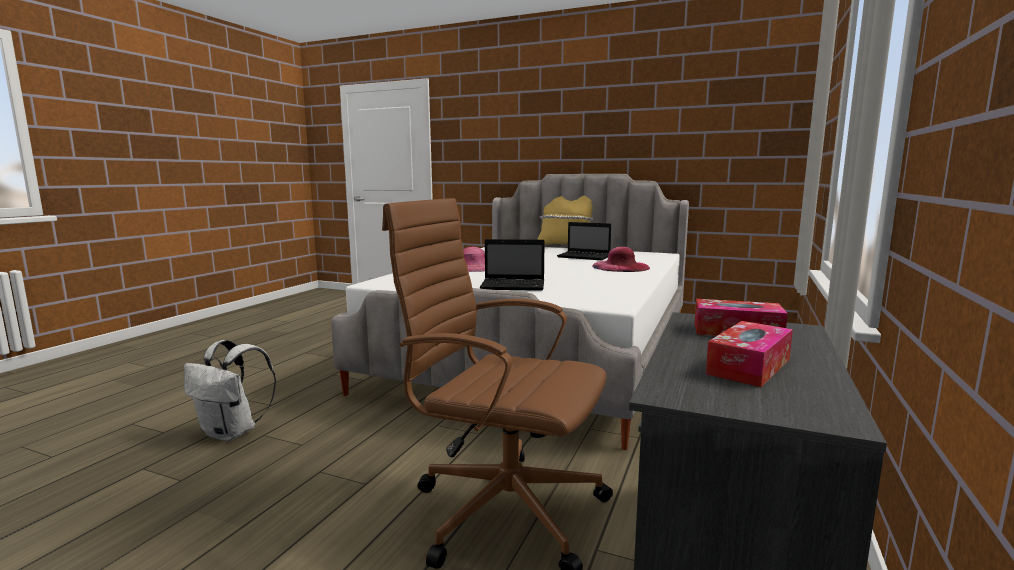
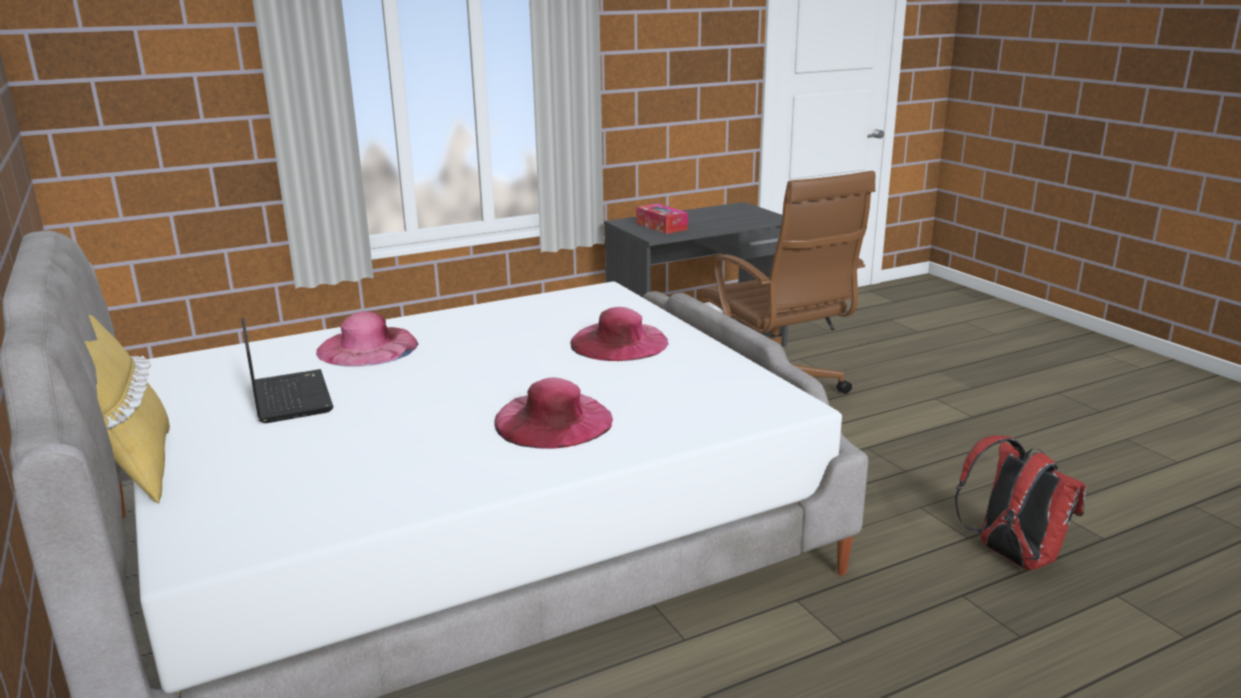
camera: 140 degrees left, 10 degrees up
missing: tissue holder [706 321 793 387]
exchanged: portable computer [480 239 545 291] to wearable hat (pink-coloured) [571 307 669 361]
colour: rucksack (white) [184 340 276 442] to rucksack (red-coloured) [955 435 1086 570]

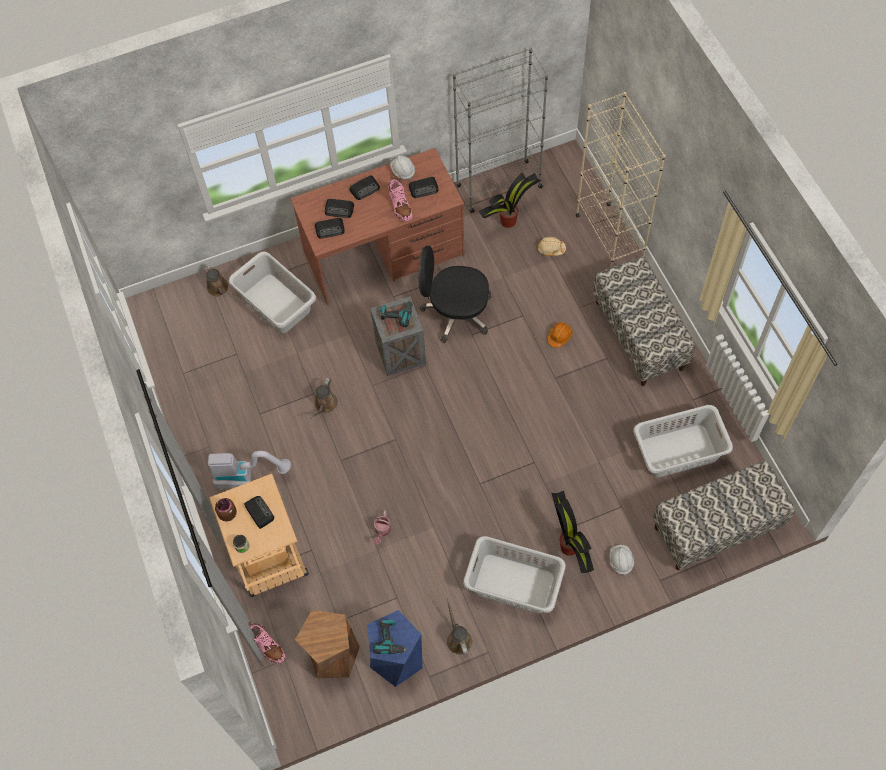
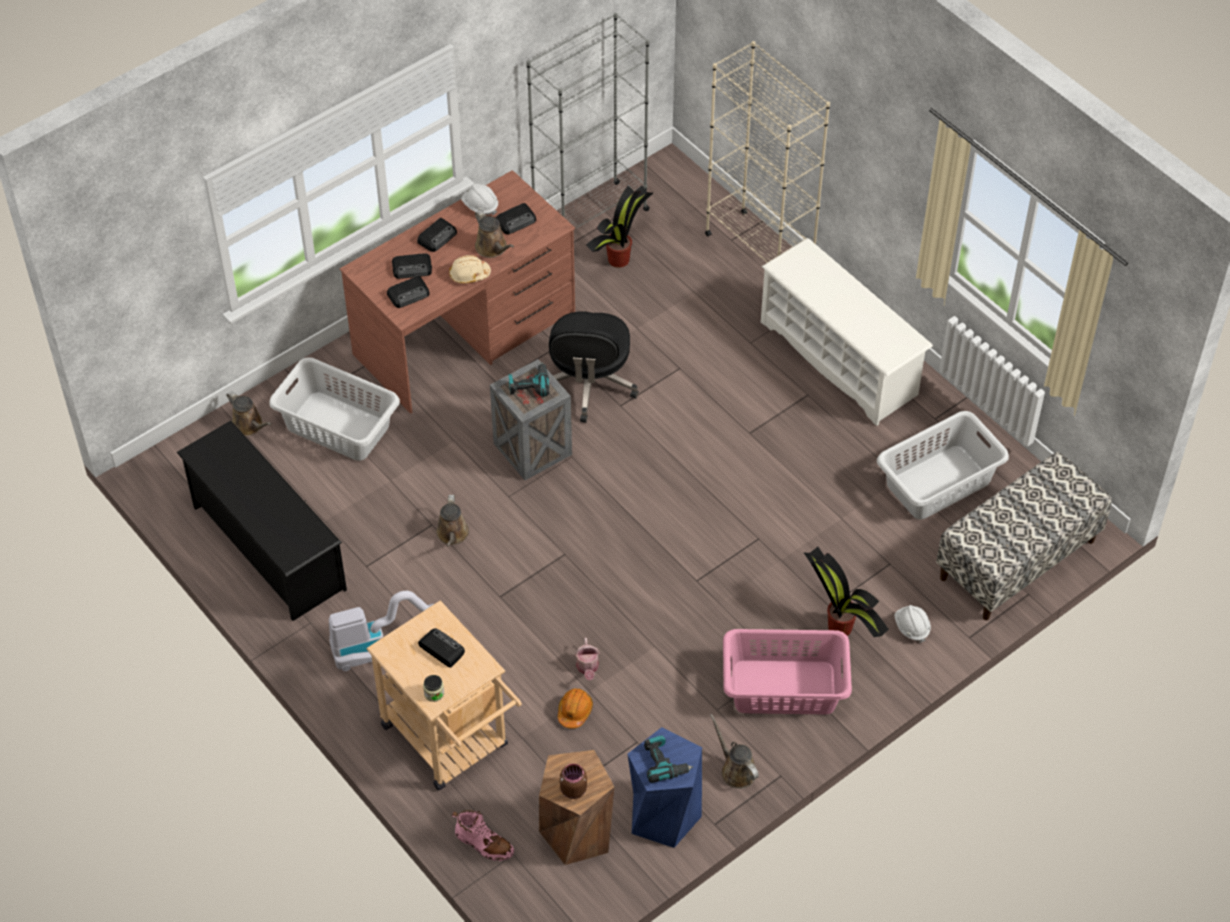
camera: 20 degrees left, 10 degrees down
appeared: shoe stand (black-coloured) [177 420 347 621]
relocated: storage jar (brown-coloured) [215 498 237 521] to [560 764 587 799]; hard hat (beige) [538 237 566 256] to [449 255 491 284]; hard hat (orange) [547 322 573 348] to [558 688 593 729]
exchanged: high-top boot (pink-coloured) [388 176 413 221] to sprinkling can (brown-coloured) [475 210 514 258]; indoor bench [593 257 695 386] to shoe stand (white) [761 238 933 426]
colour: hamper (greyish) [463 536 566 614] to hamper (pink-coloured) [723 629 852 714]
spun: office chair (black-coloured) [418 246 491 343] = [549 312 639 423] 75 degrees counterclockwise

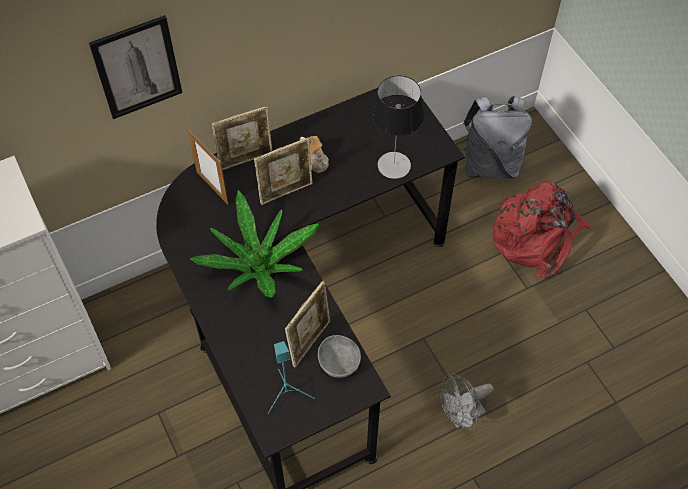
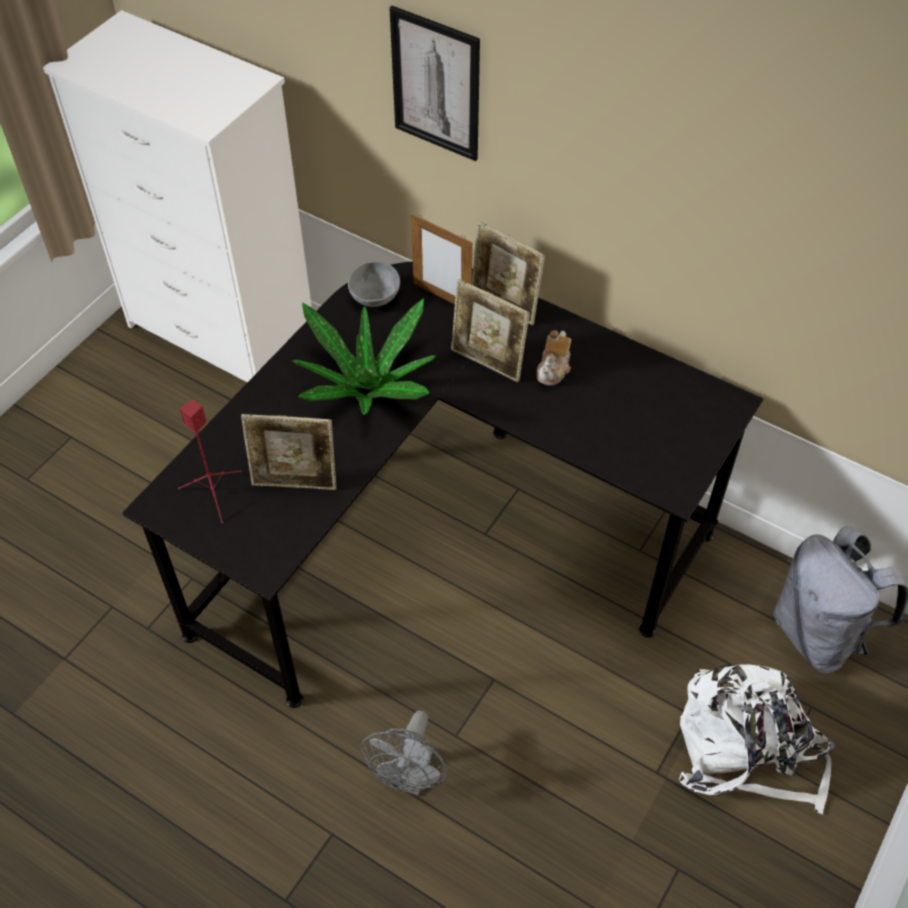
camera: 60 degrees right, 5 degrees down
missing: lamp for a table [371 76 424 179]
relocated: bowl (greyish) [318 335 361 378] to [348 262 400 307]
colour: audio speaker (blue-green) [268 341 315 414] to audio speaker (red-coloured) [178 400 242 524]; rucksack (red-coloured) [493 181 592 280] to rucksack (white) [679 664 835 814]
spun: photo frame [187 129 229 205] = [411 214 472 304] 75 degrees counterclockwise; cooling fan (greyish) [440 373 494 430] = [361 710 447 796] 105 degrees counterclockwise

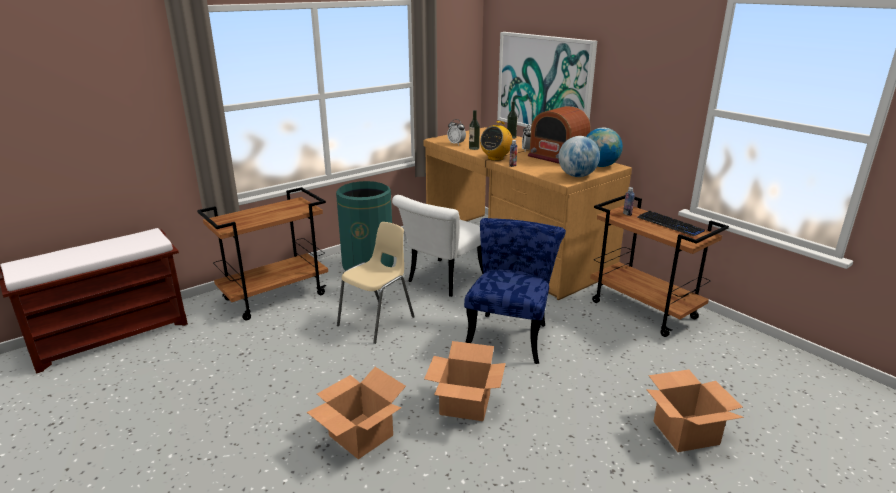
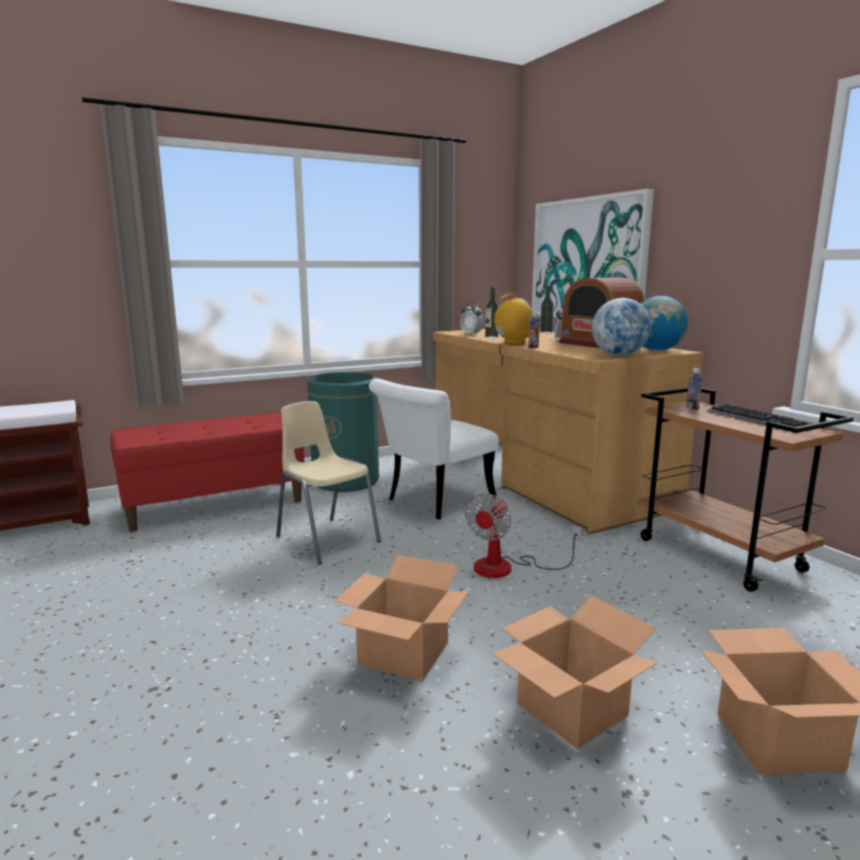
camera: 10 degrees right, 10 degrees down
relocated: carton [307 367 406 459] to [492 596 658 750]
exchanged: wheeled cart (brown-coloured) [197 187 328 321] to indoor bench (red-coloured) [110 412 304 532]; plain chair (blue) [464 218 566 364] to cooling fan [465 493 582 578]
spun: plain chair (beige) [337 222 415 344] = [276 401 381 565] 90 degrees counterclockwise; radio [480 121 513 161] = [494 293 534 345] 150 degrees counterclockwise

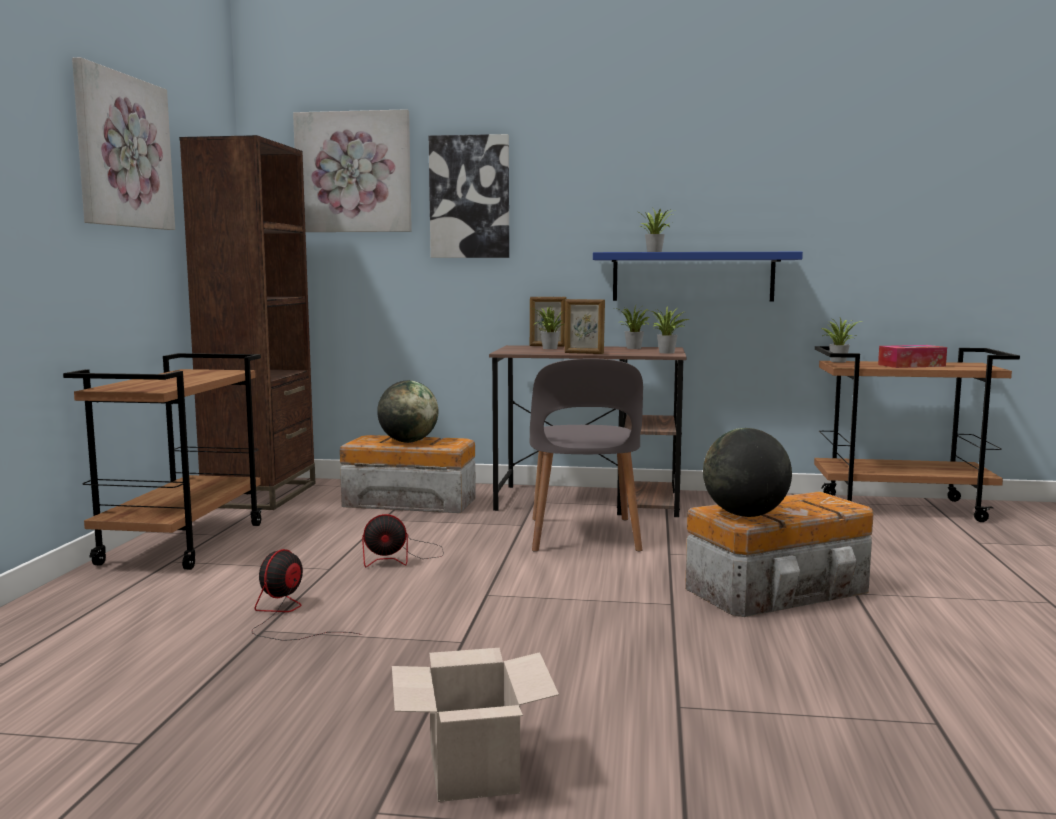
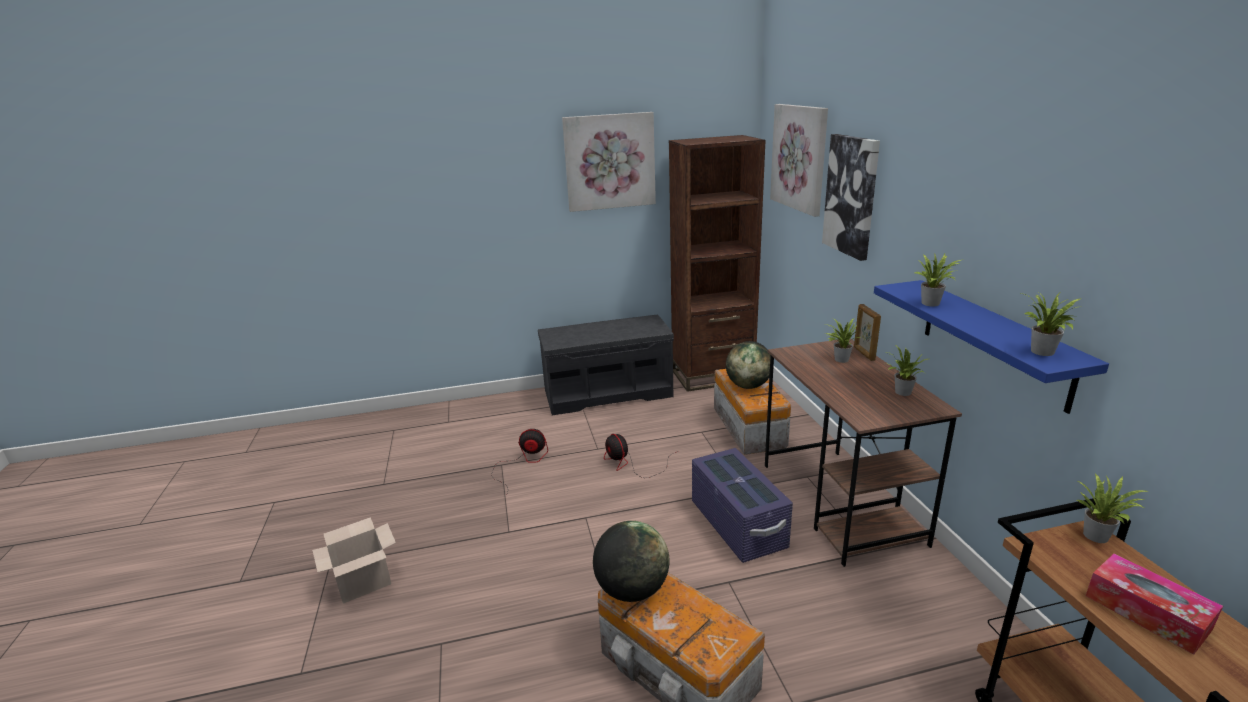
camera: 70 degrees right, 15 degrees up
missing: photo frame [565 299 605 354]
relocated: plant in a pot [652 306 689 353] to [1021 293 1082 356]
exchanged: wheeled cart (brown-coloured) [63 353 263 570] to indoor bench (greyish) [538 315 674 416]; plain chair (greyish) [529 358 643 552] to storage box (purplish) [692 448 793 563]

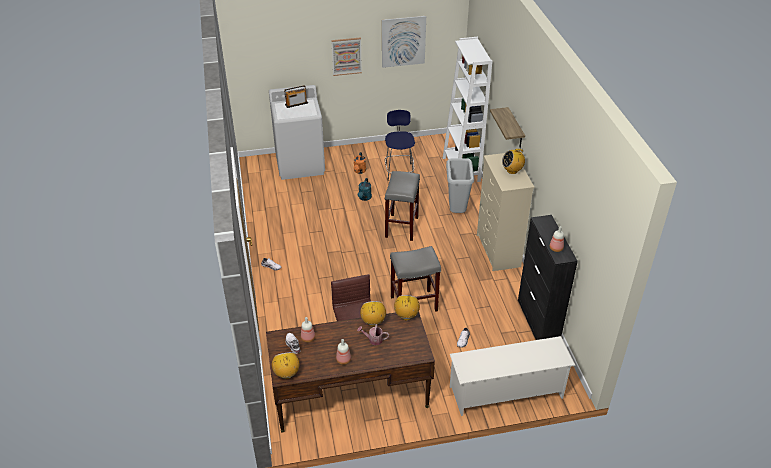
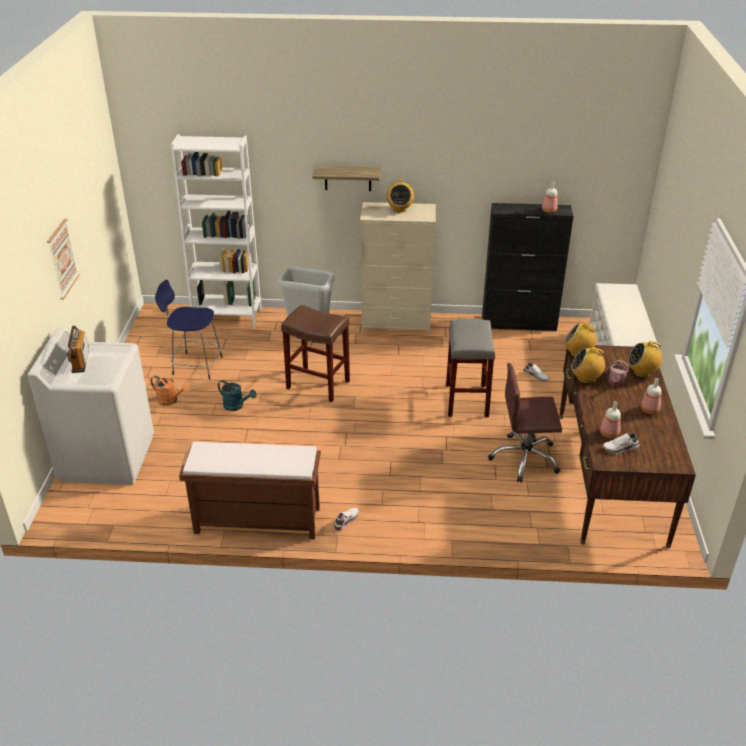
camera: 75 degrees left, 5 degrees down
missing: wall art [382 16 426 68]
appeared: indoor bench (brown-coloured) [179 441 321 539]
relocated: radio [272 352 299 379] to [628 341 662 377]
colour: stool (greyish) [385 171 420 241] to stool (brown-coloured) [281 305 350 402]

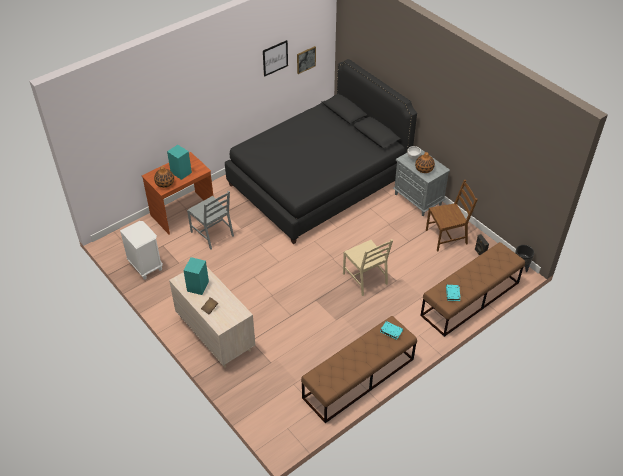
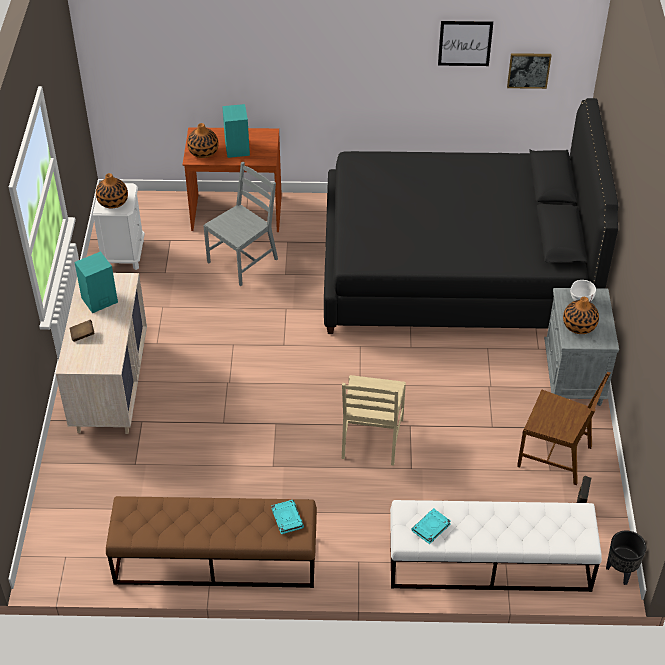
camera: 40 degrees right, 0 degrees up
appeared: decorative vase [96 173 128 208]
colour: indoor bench (brown-coloured) [420 242 525 337] to indoor bench (white) [390 500 602 592]
spun: plain chair (greyish) [187 191 234 250] = [203 162 278 286] 135 degrees counterclockwise

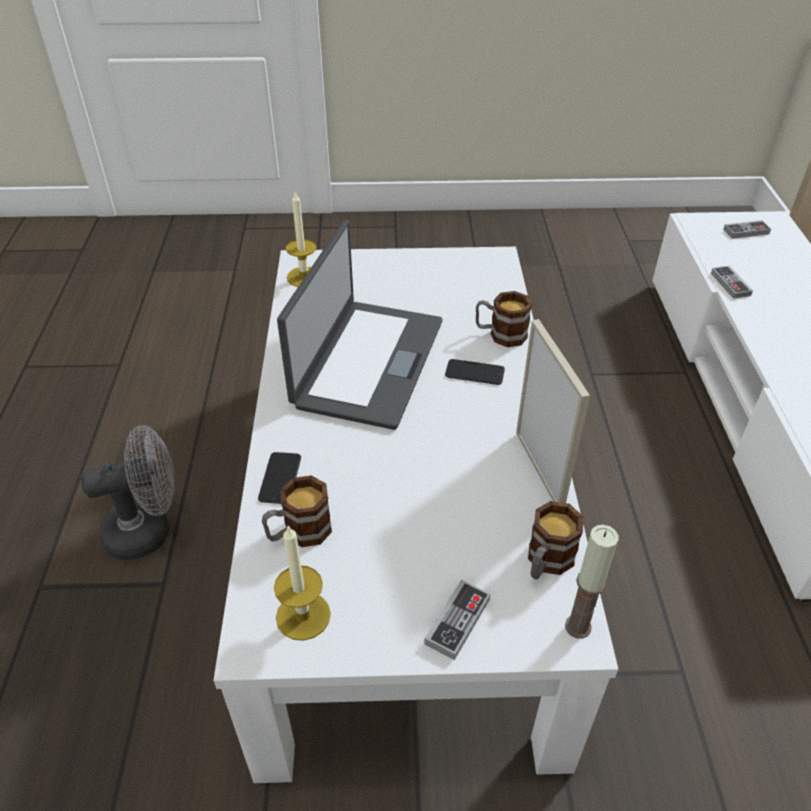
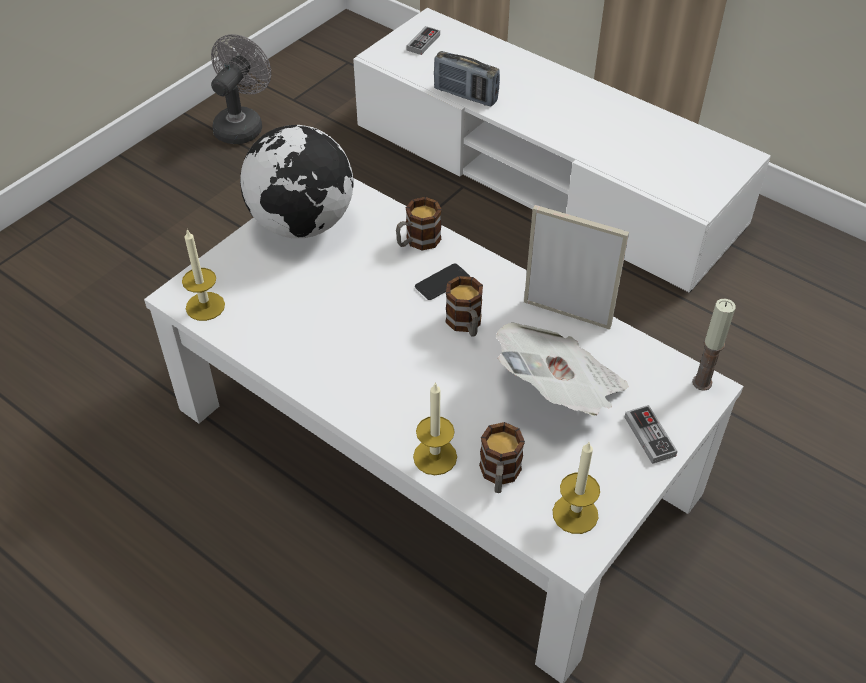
camera: 50 degrees left, 5 degrees up
missing: portable computer [277 220 443 430]
appeared: desk globe [240 125 354 238]; printed paper [496 322 629 416]
relocated: cooling fan (greyish) [81 425 175 560] to [211 34 271 144]; mug [528 501 583 580] to [445 276 483 337]
exchanged: handset [258 452 301 504] to candle [413 382 457 475]; game controller [711 266 753 299] to radio [434 51 500 106]

